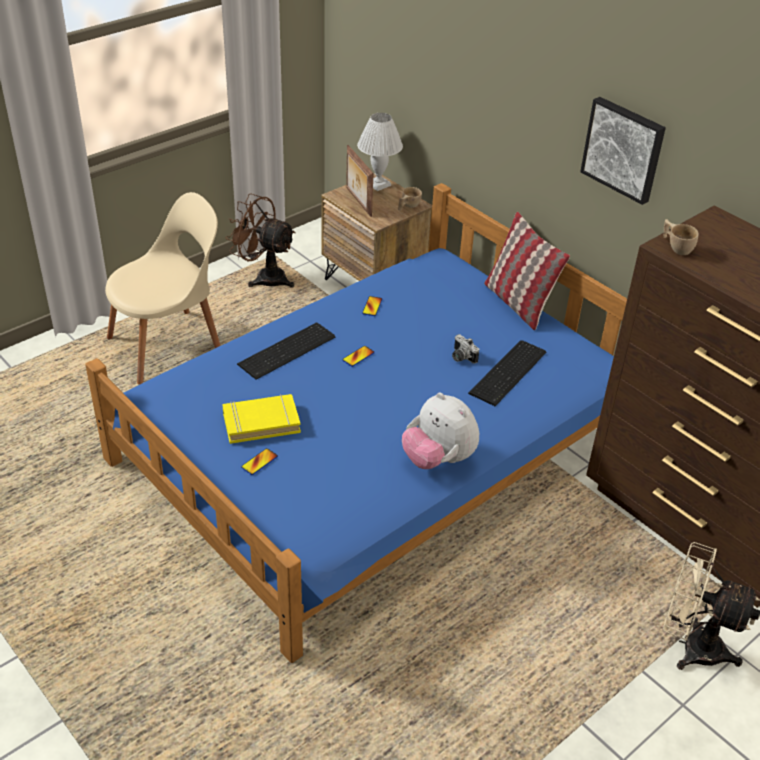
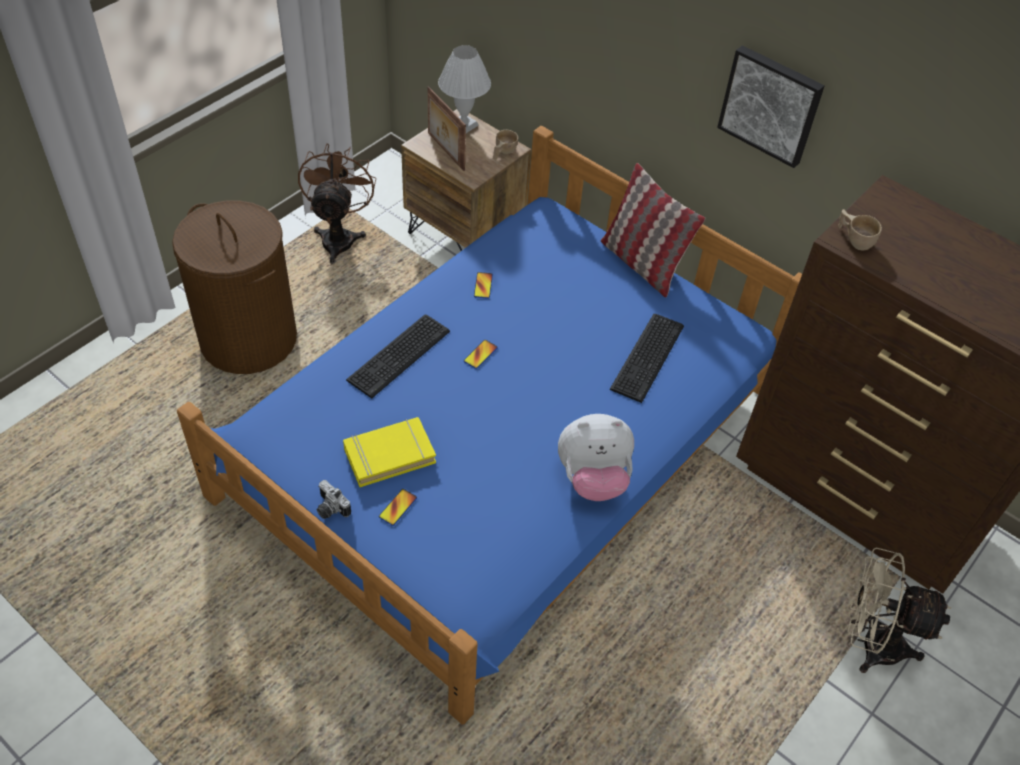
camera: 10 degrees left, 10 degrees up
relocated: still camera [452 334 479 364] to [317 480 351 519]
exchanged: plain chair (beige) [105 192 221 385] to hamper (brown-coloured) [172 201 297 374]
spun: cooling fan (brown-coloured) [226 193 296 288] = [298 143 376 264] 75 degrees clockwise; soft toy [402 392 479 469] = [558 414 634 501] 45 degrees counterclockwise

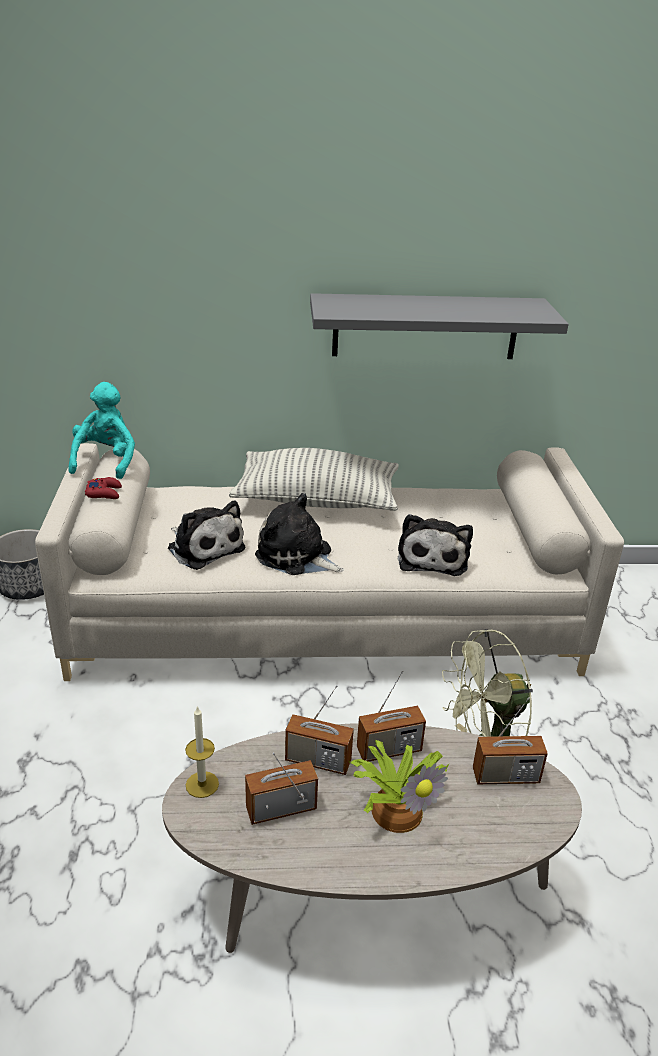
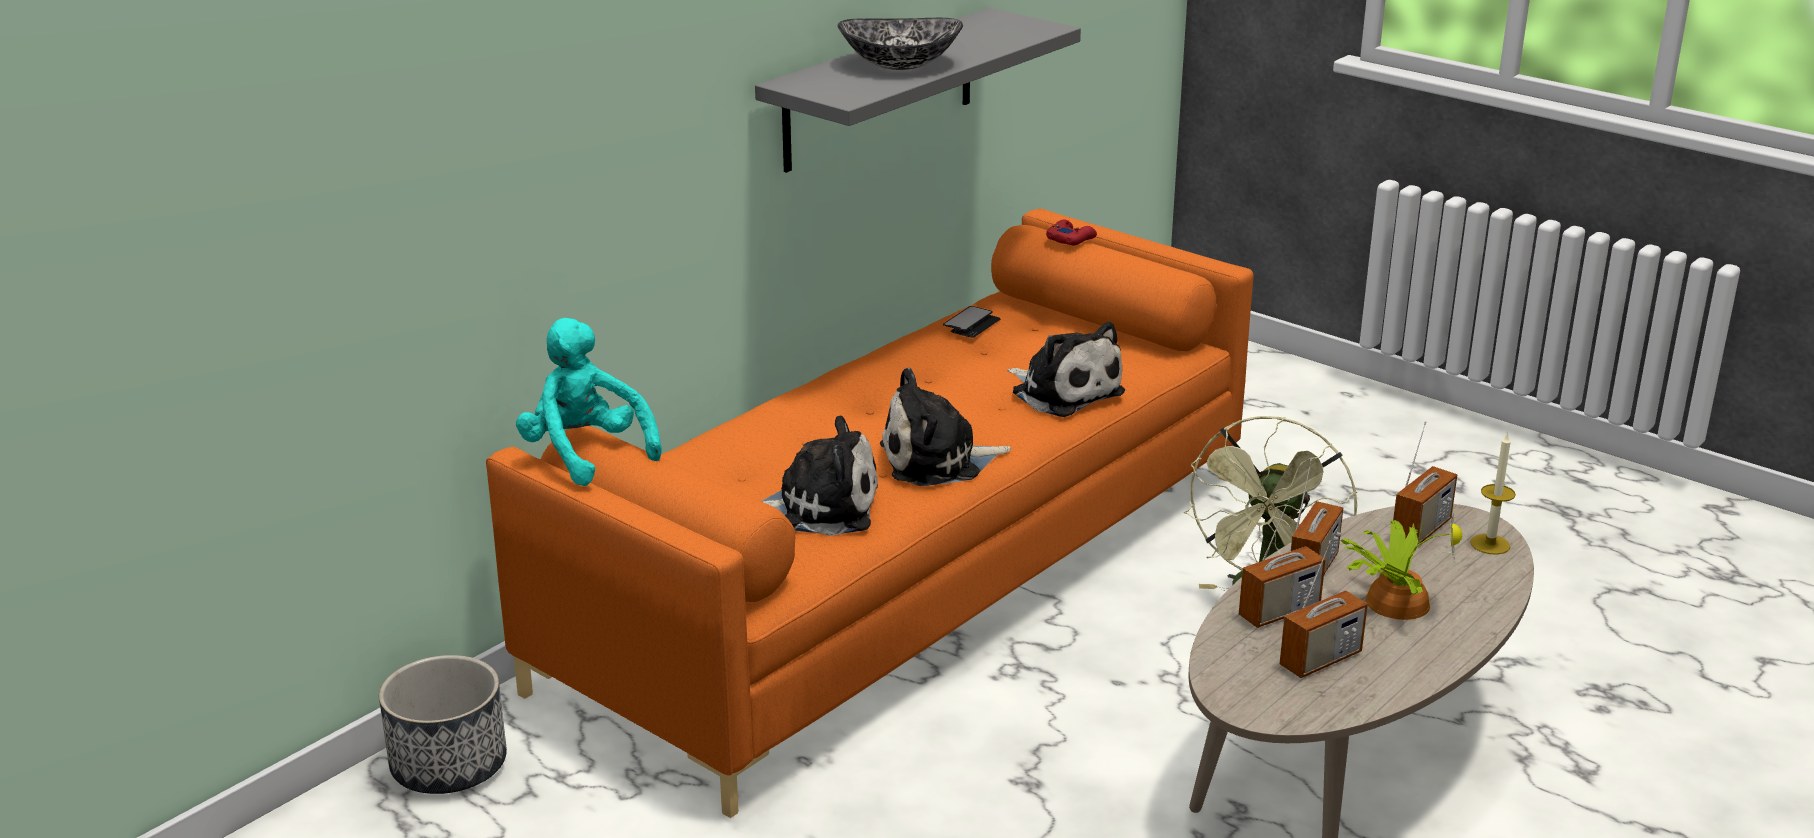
camera: 45 degrees left, 5 degrees down
missing: pillow [229 448 399 511]
appeared: bowl [838 18 963 70]; handset [943 306 1001 338]
relocated: game controller (red-coloured) [85 477 122 499] to [1046 220 1097 245]; candle [185 706 219 798] to [1470 432 1516 555]
colour: sofa (beige) [35 443 624 681] to sofa (orange) [486 209 1254 818]
spun: radio [245 752 318 825] = [1280 540 1368 678] 150 degrees counterclockwise

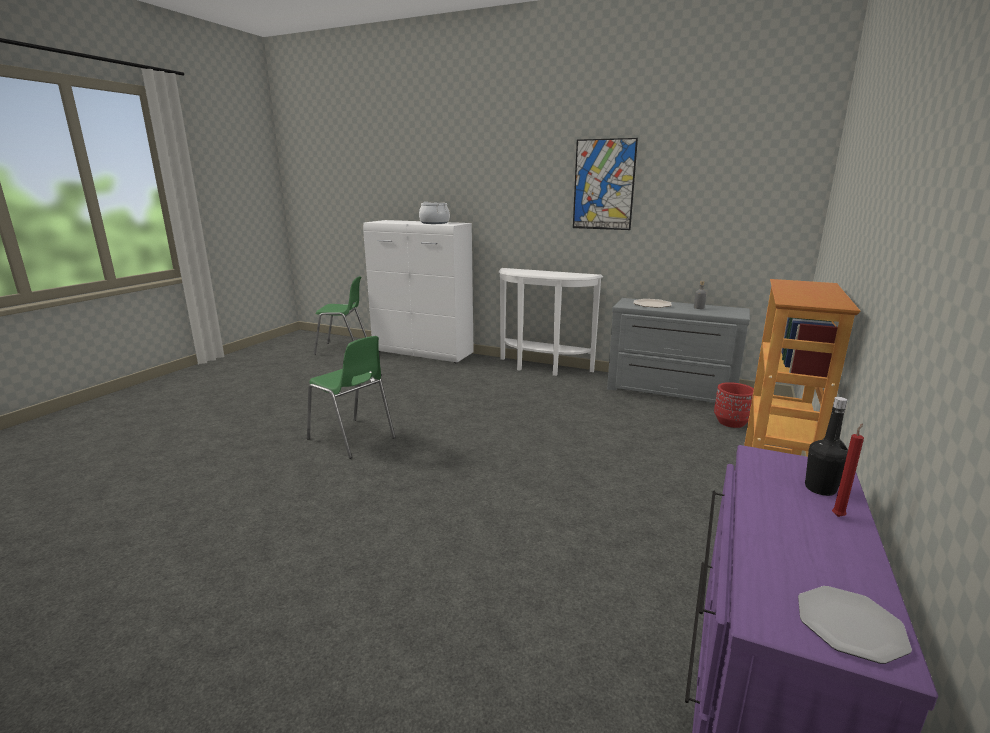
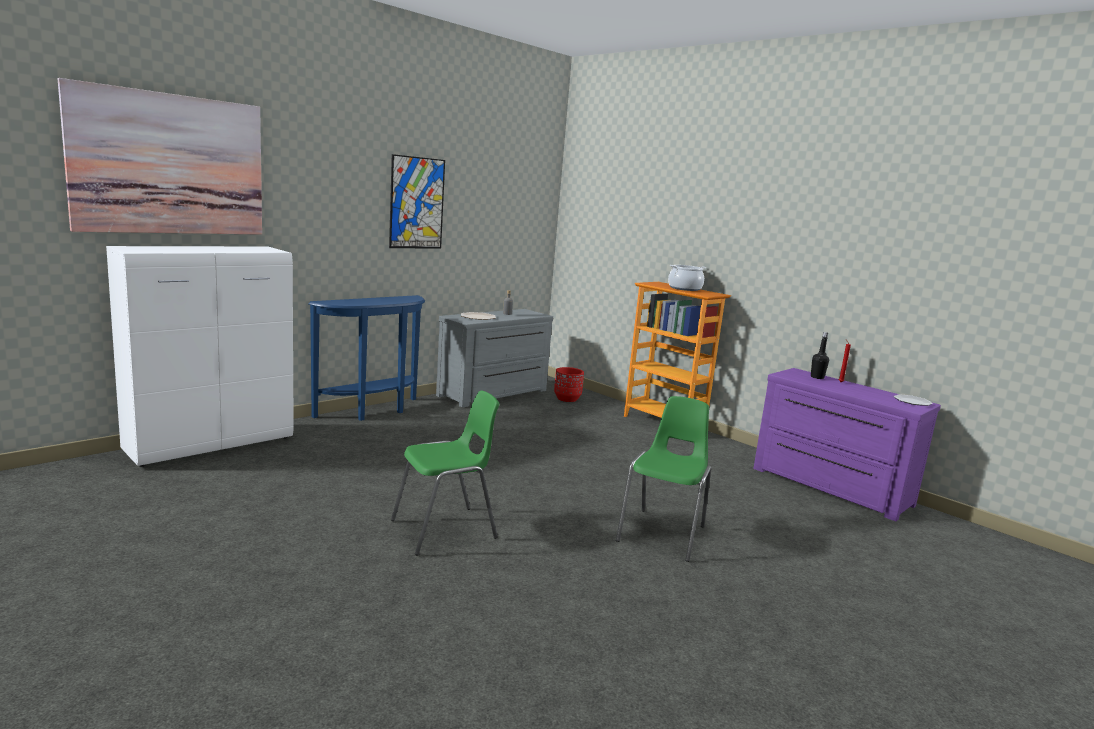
camera: 70 degrees left, 5 degrees down
appeared: wall art [58 78 262 235]
relocated: plain chair (green) [314 276 367 355] to [616 396 711 562]; cooking pot [419 202 450 224] to [668 265 706 291]
colour: hall table (white) [499 268 603 376] to hall table (blue) [308 295 425 421]

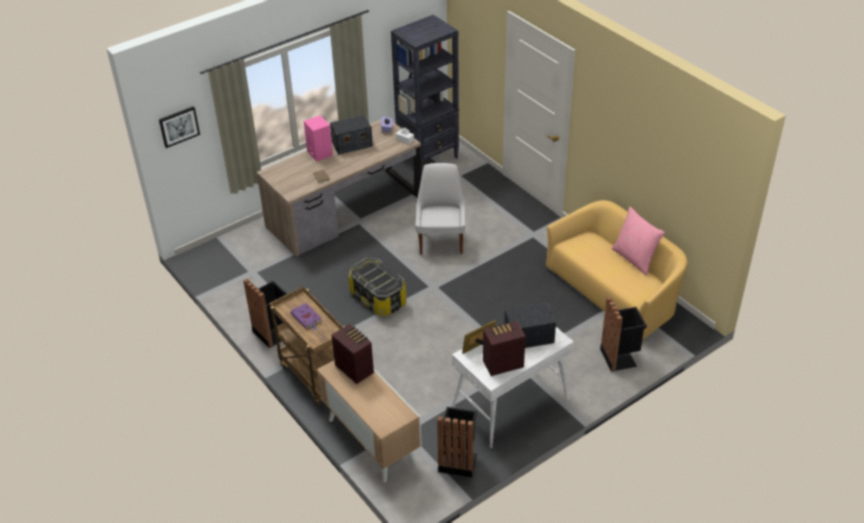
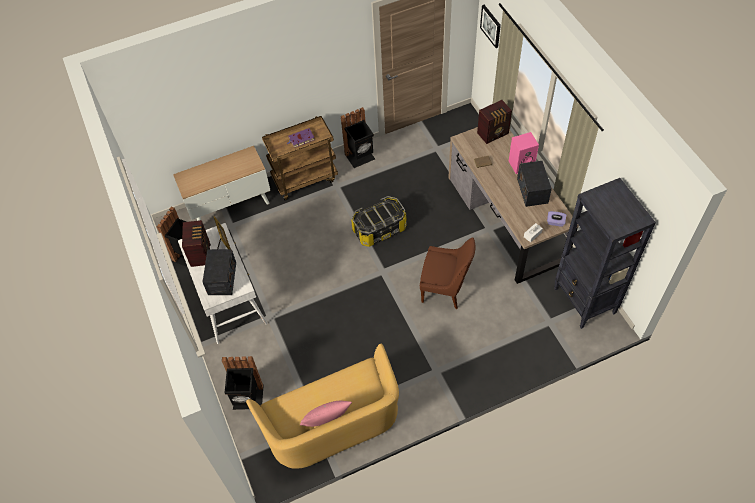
camera: 105 degrees right, 15 degrees up
relocated: radio [332 324 374 384] to [477 100 512 144]
colour: plain chair (white) [415 163 466 254] to plain chair (brown-coloured) [420 237 476 309]

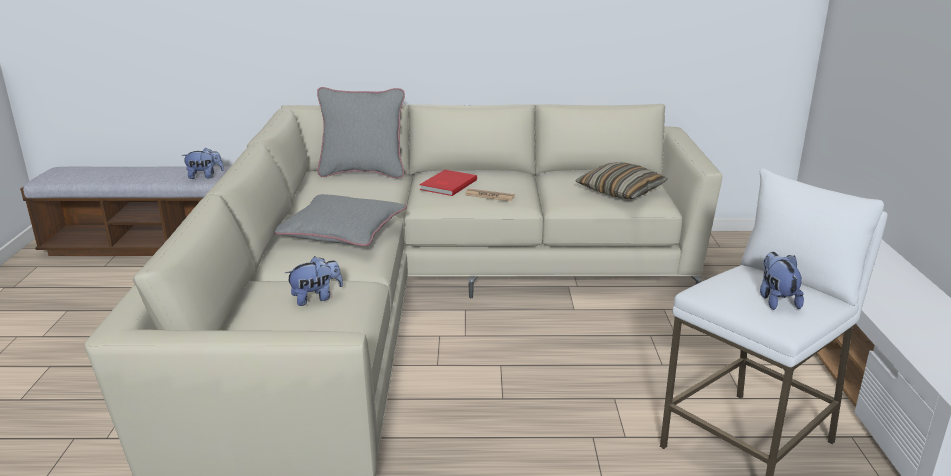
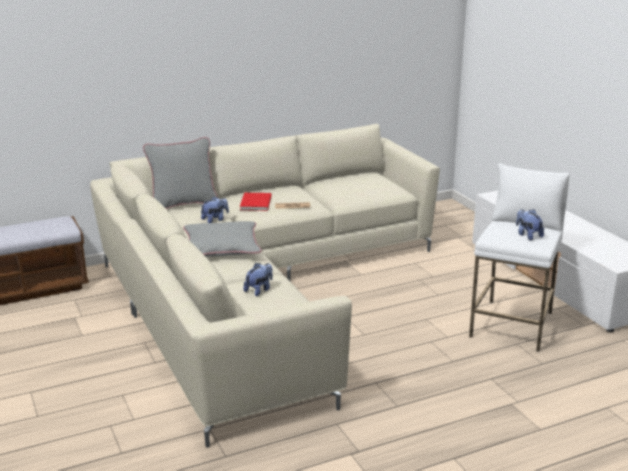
camera: 25 degrees left, 0 degrees up
missing: pillow [576 162 668 199]
relocated: soft toy [181 148 224 179] to [201 196 229 223]

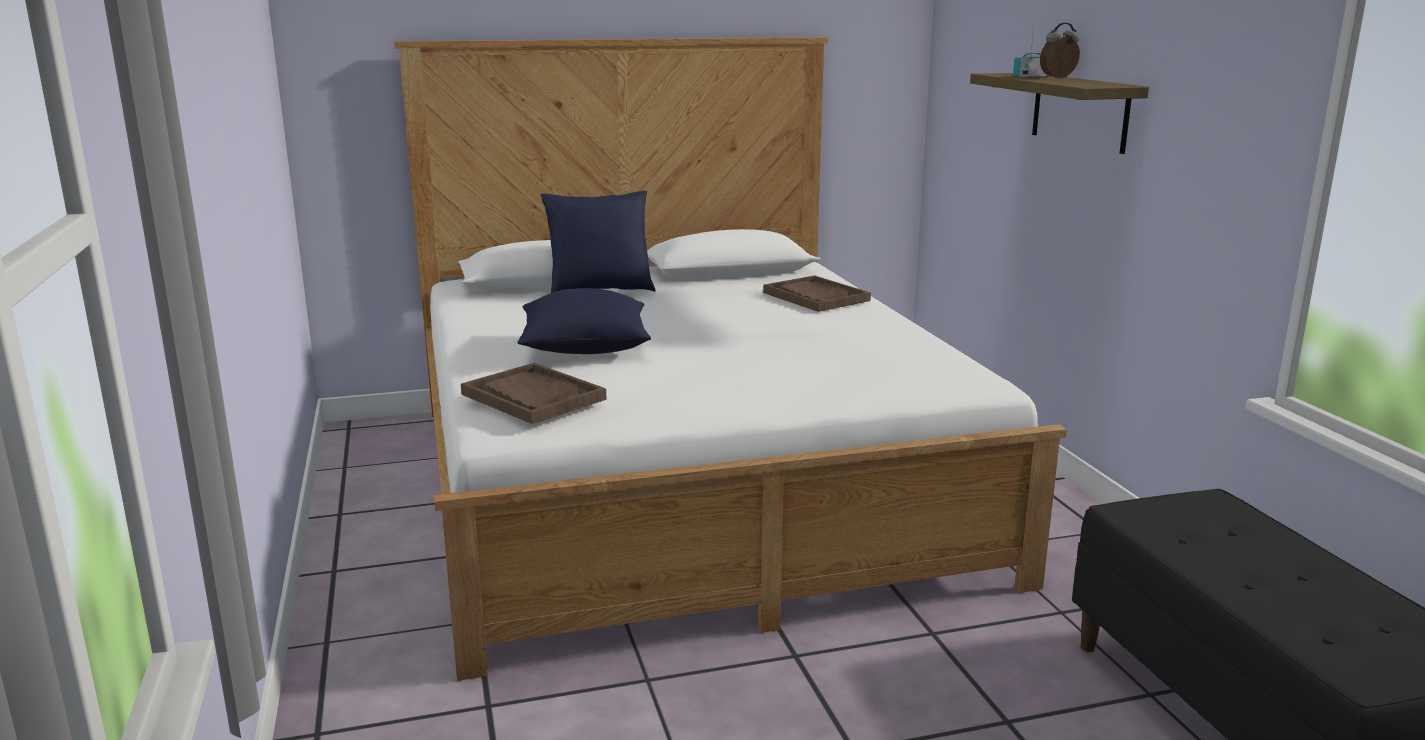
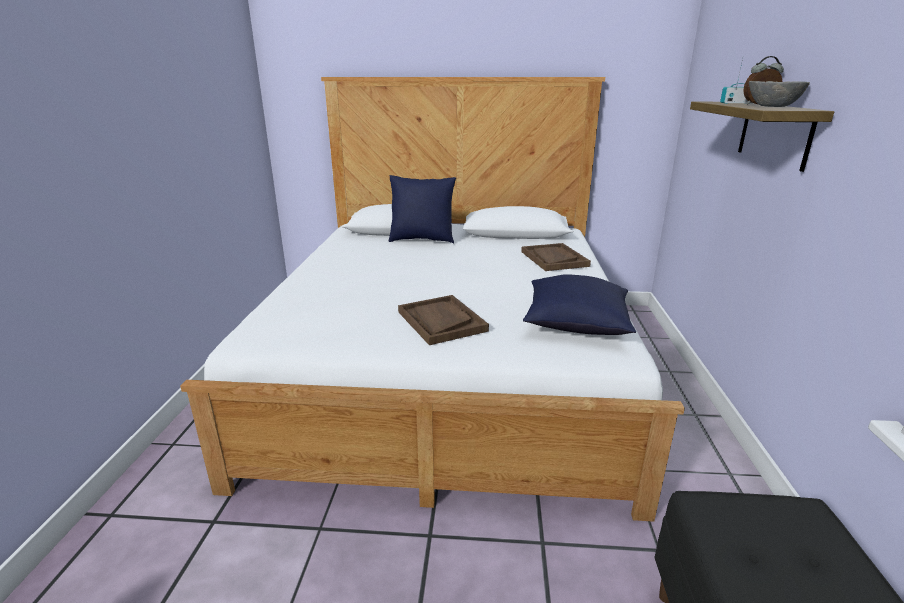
camera: 20 degrees right, 5 degrees up
appeared: bowl (greyish) [749 81 810 107]
relocated: tray (brown-coloured) [461 363 606 424] to [398 295 489 345]; pillow (blue) [517 288 651 354] to [523 274 636 335]

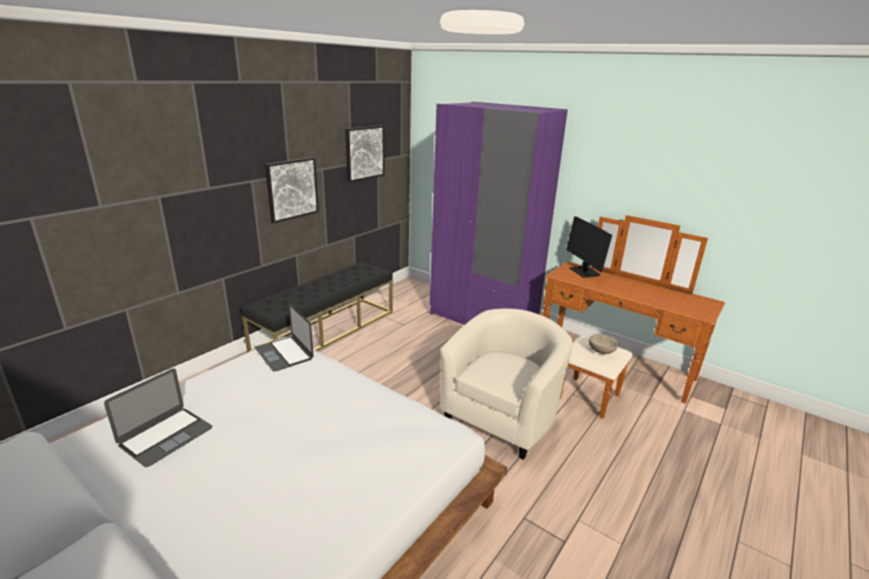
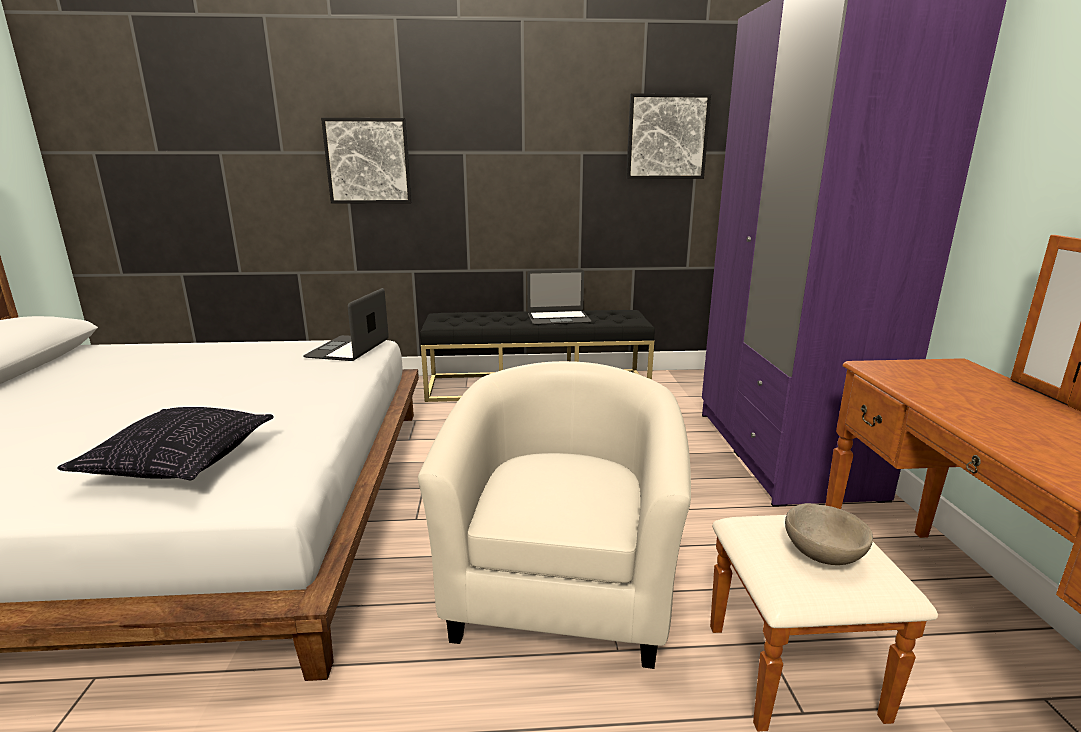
camera: 50 degrees right, 5 degrees down
missing: computer display [566 216 612 278]
appeared: pillow [57 407 274 480]
relocated: portable computer [104 368 212 467] to [527 269 591 325]; wall art [265 157 319 223] to [321 118 412 204]
spun: armchair (beige) [440 309 573 460] = [418 361 691 669] 75 degrees counterclockwise

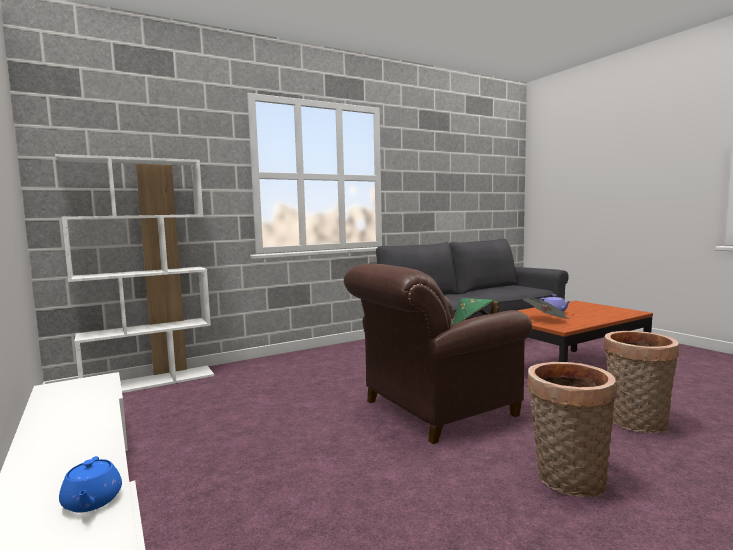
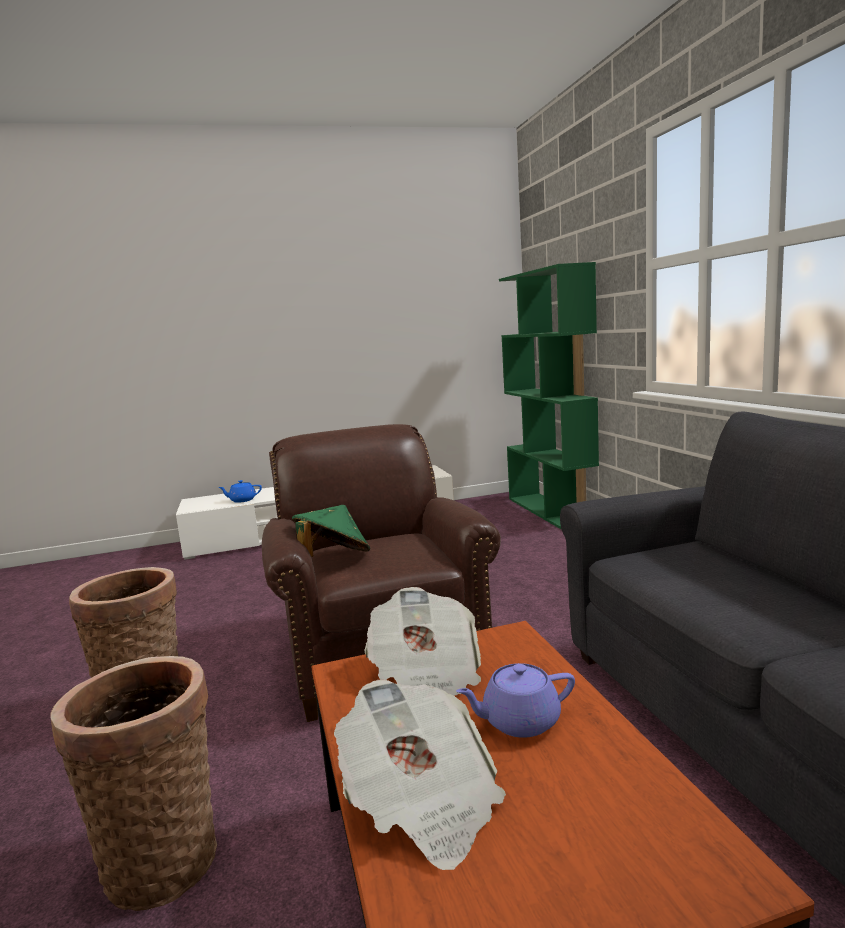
camera: 105 degrees right, 5 degrees up
appeared: printed paper [334 679 506 870]
colour: bookcase (white) [55 154 214 393] to bookcase (green) [499 262 599 530]

